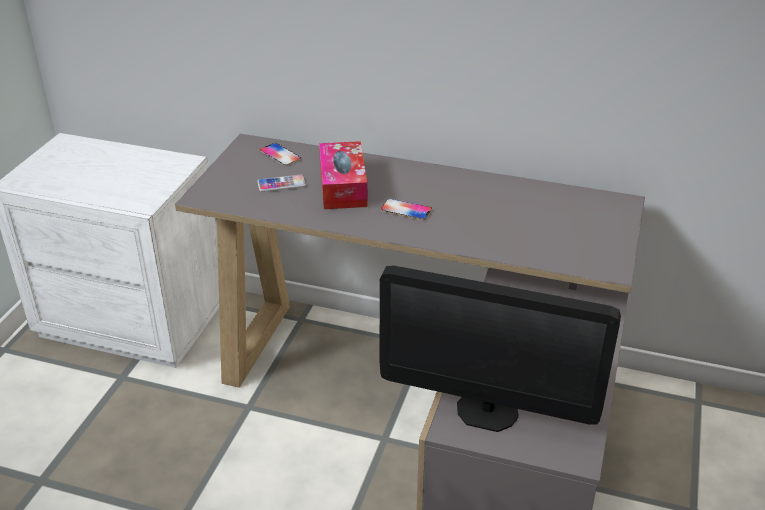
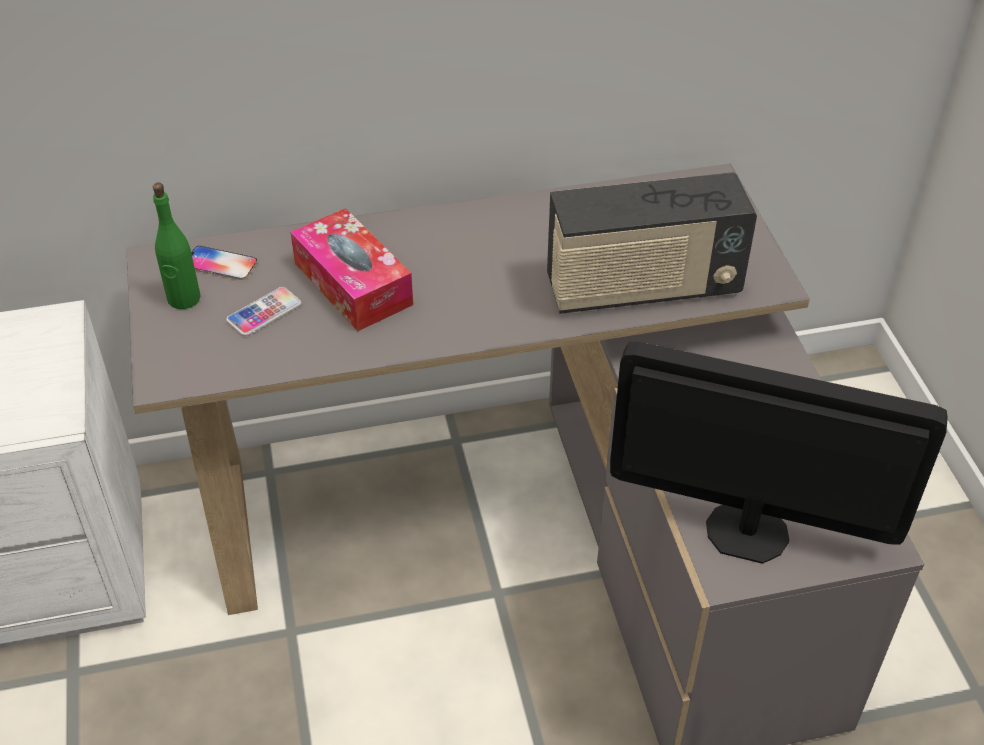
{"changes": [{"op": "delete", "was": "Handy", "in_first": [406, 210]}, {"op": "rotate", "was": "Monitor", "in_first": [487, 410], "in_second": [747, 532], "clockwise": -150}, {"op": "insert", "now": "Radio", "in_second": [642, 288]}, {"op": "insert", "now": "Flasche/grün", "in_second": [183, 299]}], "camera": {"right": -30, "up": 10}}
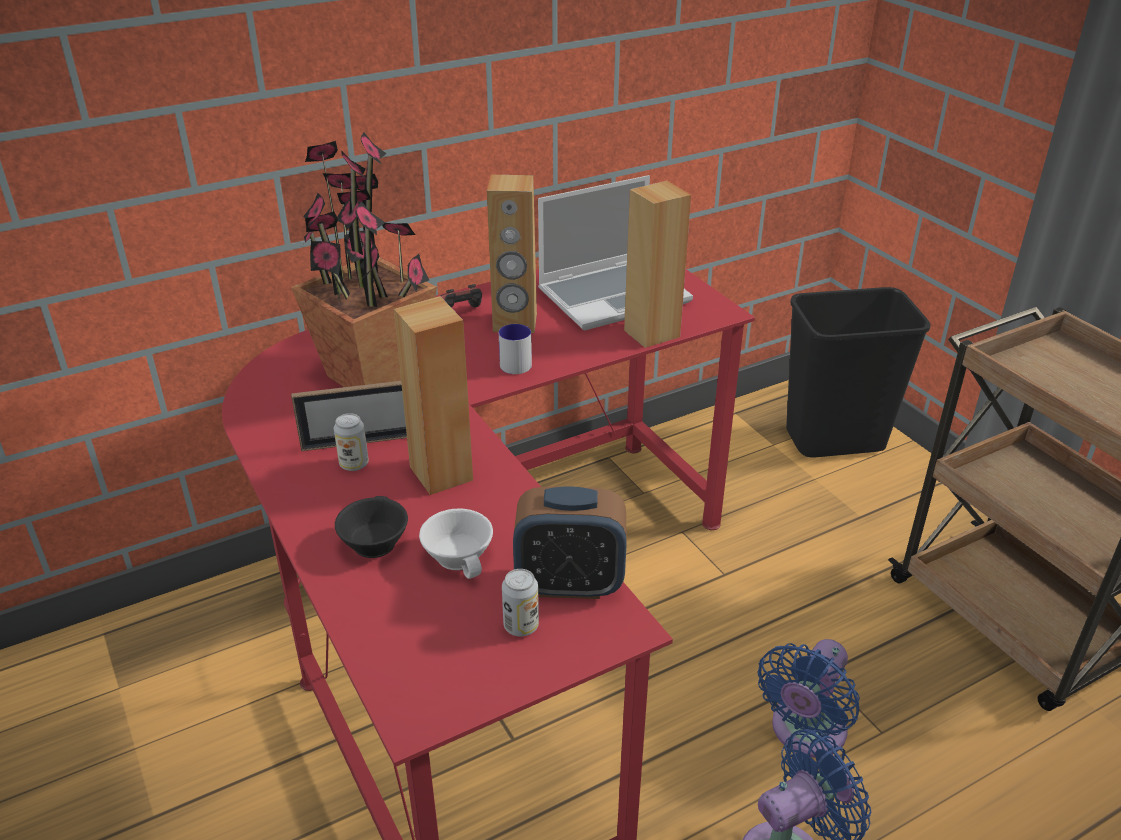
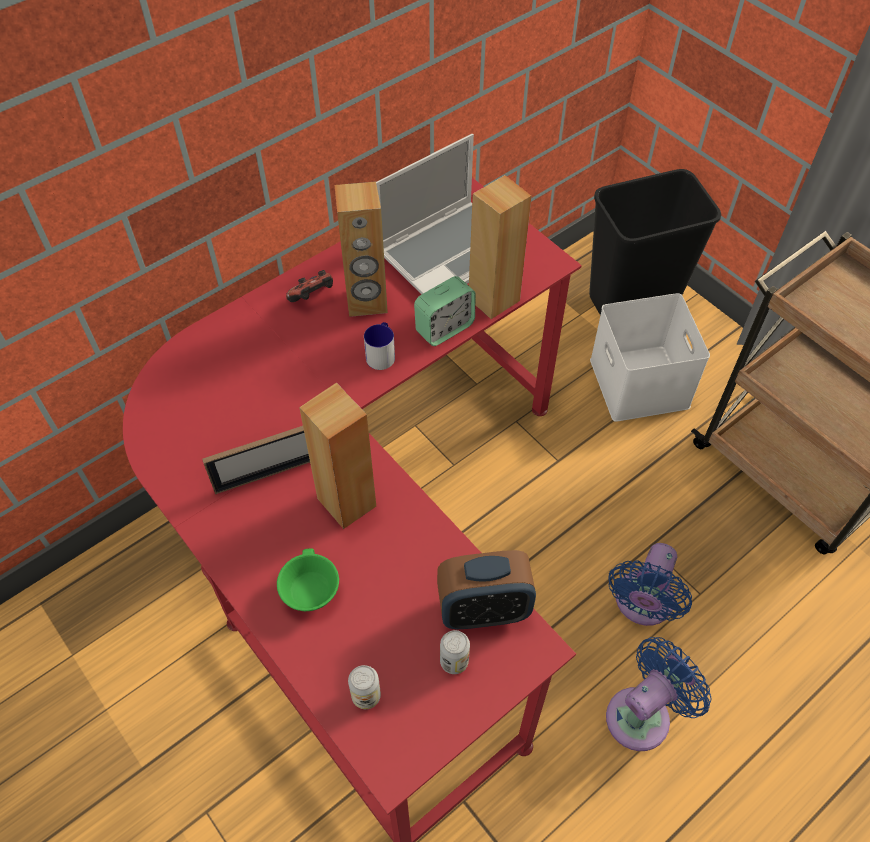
{"changes": [{"op": "delete", "was": "Topfpflanze", "in_first": [374, 377]}, {"op": "move", "was": "Dose", "in_first": [354, 464], "in_second": [366, 696]}, {"op": "recolor", "was": "Tasse/schwarz", "now": "Tasse/grün", "in_first": [372, 542], "in_second": [308, 590]}, {"op": "delete", "was": "Tasse/weiß", "in_first": [461, 556]}, {"op": "insert", "now": "Wecker", "in_second": [444, 328]}, {"op": "insert", "now": "Aufbewahrungsbox/weiß", "in_second": [641, 384]}], "camera": {"right": -10, "up": 20}}
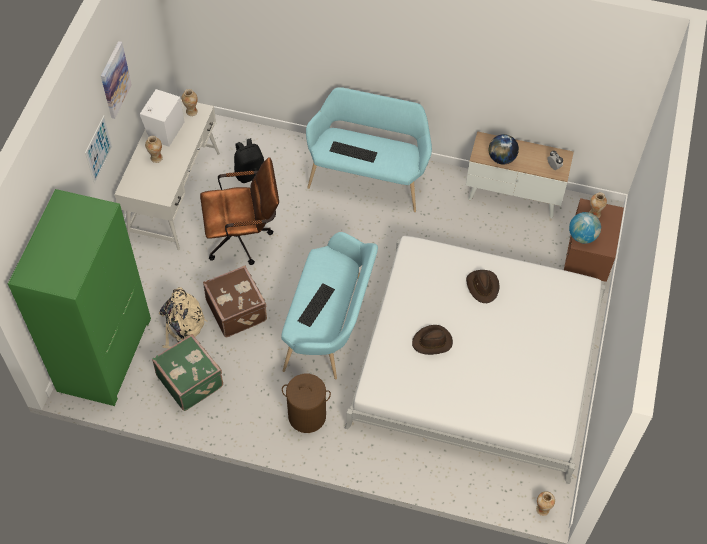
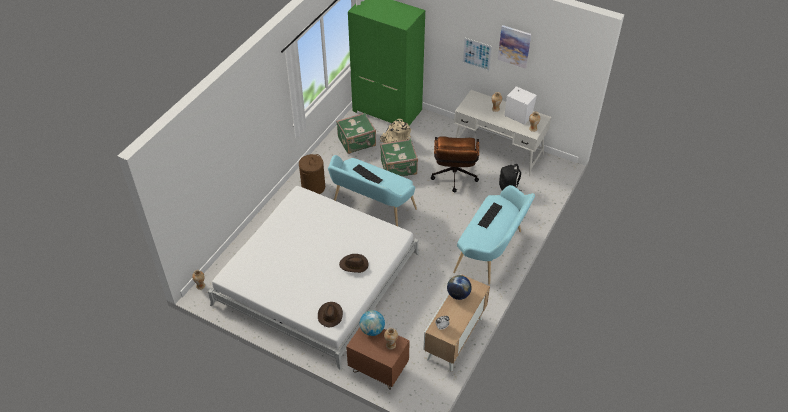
{"changes": [{"op": "recolor", "was": "Koffer/braun", "now": "Koffer/grün", "in_first": [237, 310], "in_second": [399, 168]}, {"op": "move", "was": "Hut/braun", "in_first": [432, 342], "in_second": [330, 315]}], "camera": {"right": 105, "up": -10}}
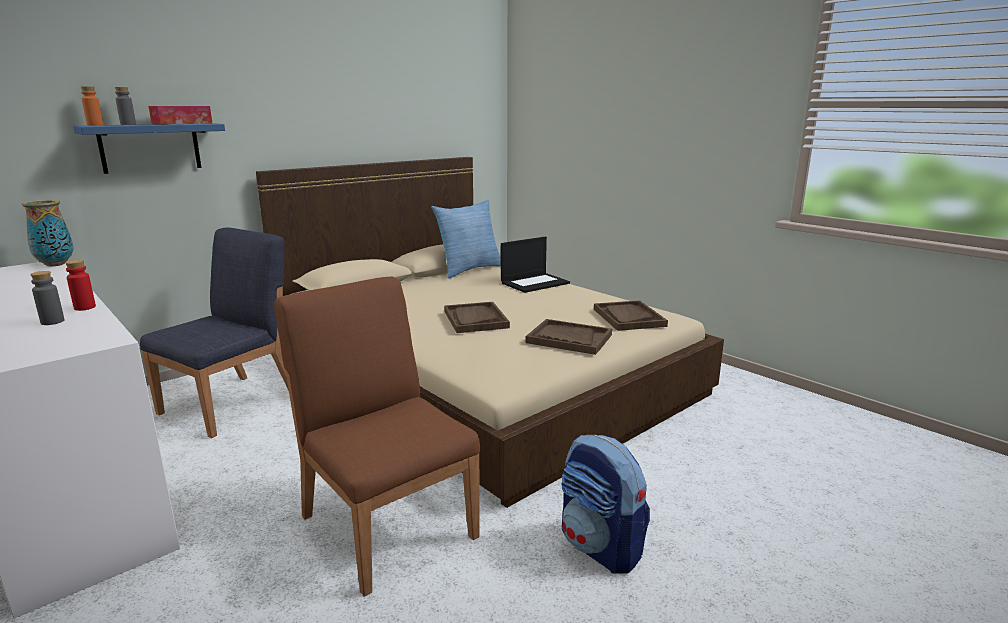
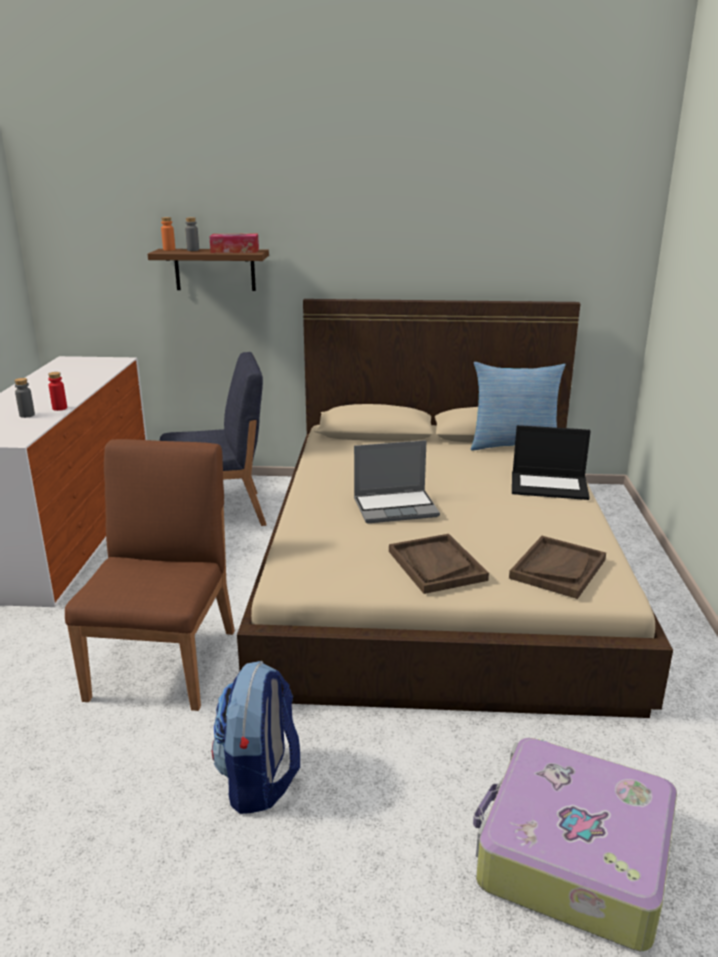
{"changes": [{"op": "recolor", "was": "Wandregal/blau", "now": "Wandregal/braun", "in_first": [150, 147], "in_second": [215, 269]}, {"op": "delete", "was": "Vase", "in_first": [56, 264]}, {"op": "replace", "was": "Tablett/braun", "now": "Laptop", "in_first": [475, 319], "in_second": [396, 507]}, {"op": "insert", "now": "Koffer", "in_second": [571, 856]}], "camera": {"right": 45, "up": 5}}
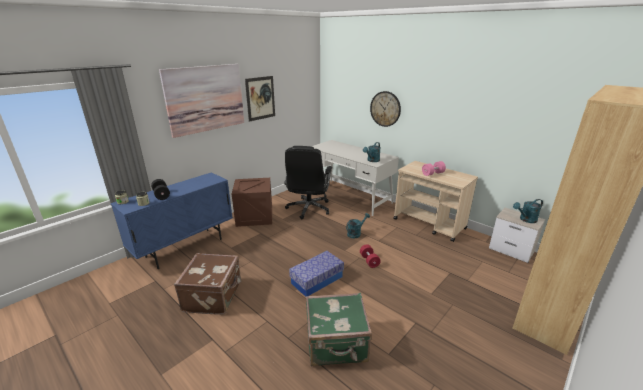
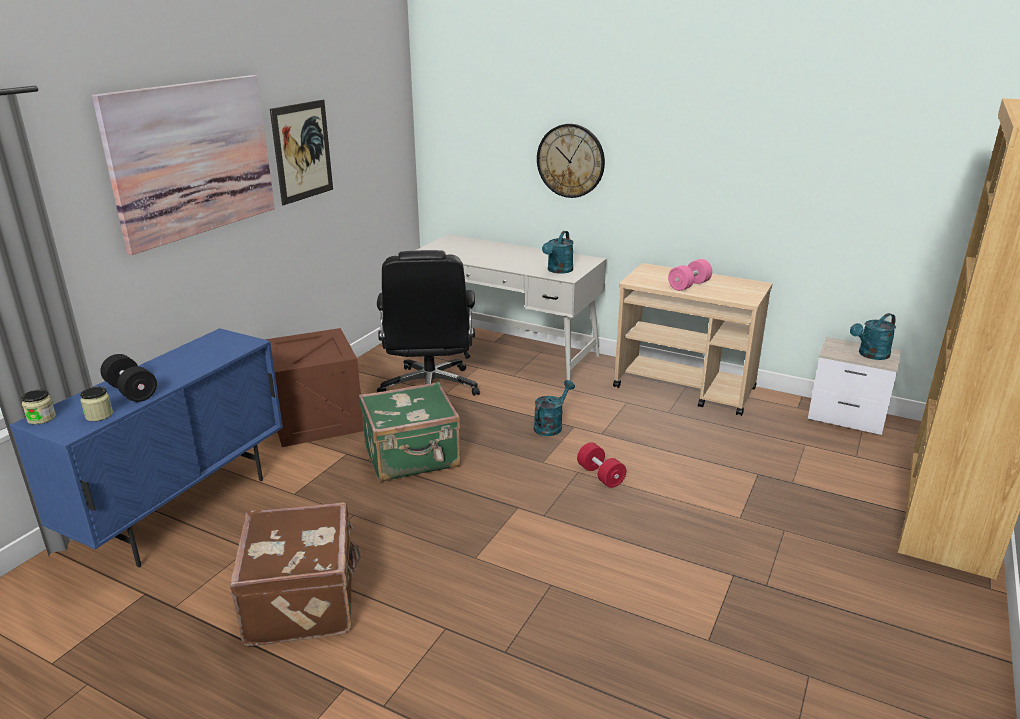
{"changes": [{"op": "delete", "was": "Aufbewahrungsbox", "in_first": [317, 280]}, {"op": "move", "was": "Koffer/grün", "in_first": [336, 344], "in_second": [412, 457]}], "camera": {"right": -15, "up": 0}}
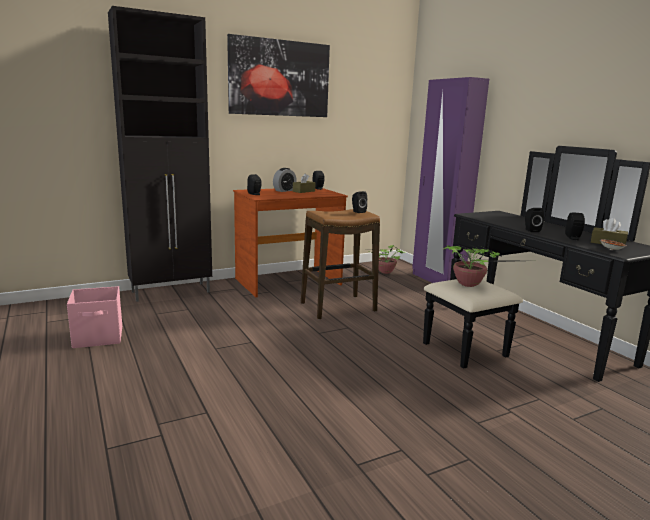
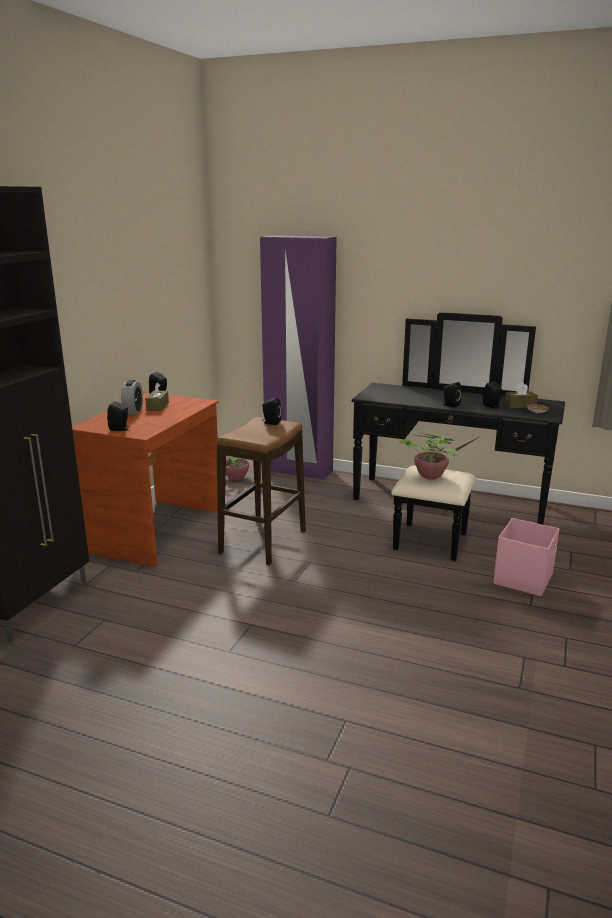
{"changes": [{"op": "delete", "was": "Bild", "in_first": [279, 78]}, {"op": "move", "was": "Aufbewahrungsbox/rosa", "in_first": [99, 337], "in_second": [524, 578]}], "camera": {"right": -40, "up": 5}}
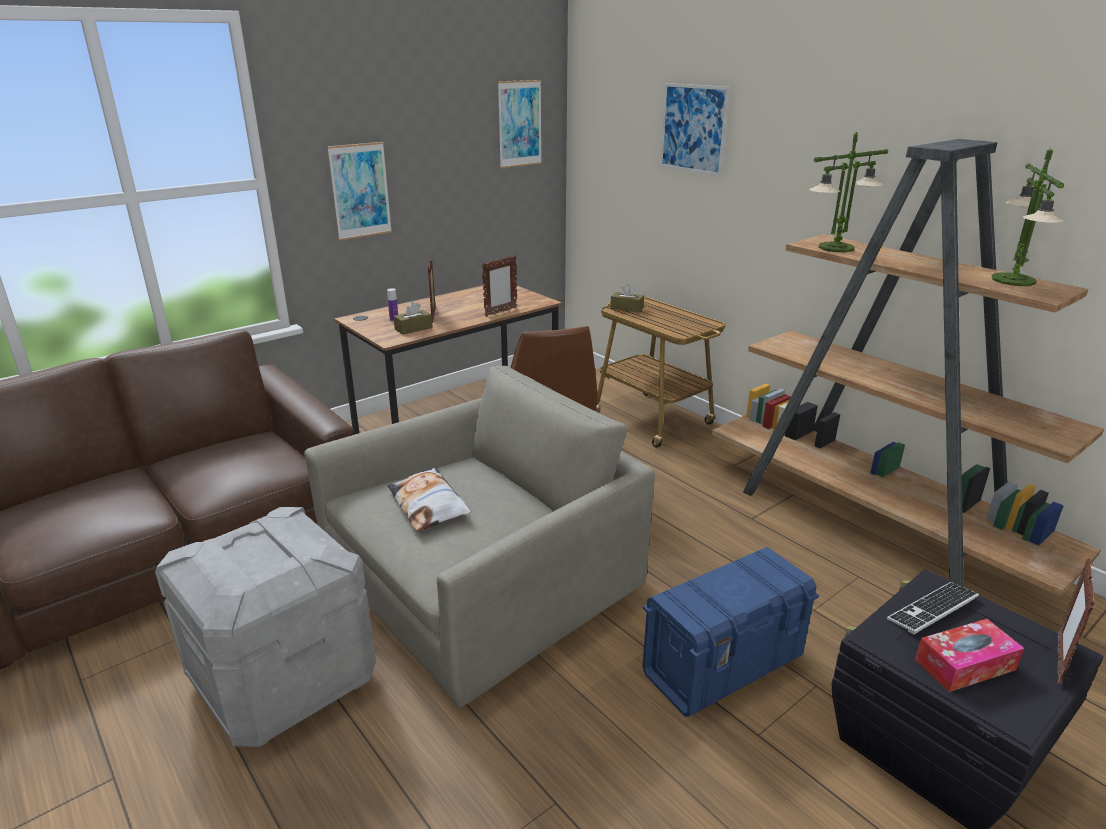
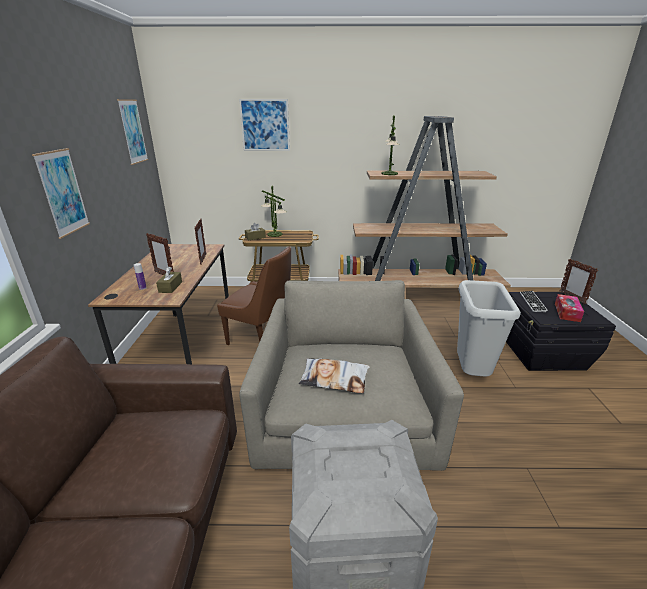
{"changes": [{"op": "move", "was": "Tischlampe", "in_first": [1013, 280], "in_second": [275, 234]}, {"op": "replace", "was": "Aufbewahrungsbox/blau", "now": "Mülleimer/grau", "in_first": [723, 665], "in_second": [470, 373]}], "camera": {"right": -50, "up": 0}}
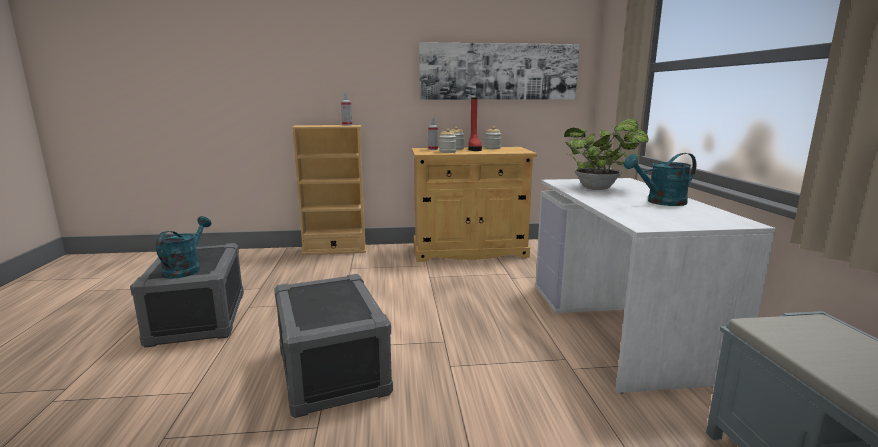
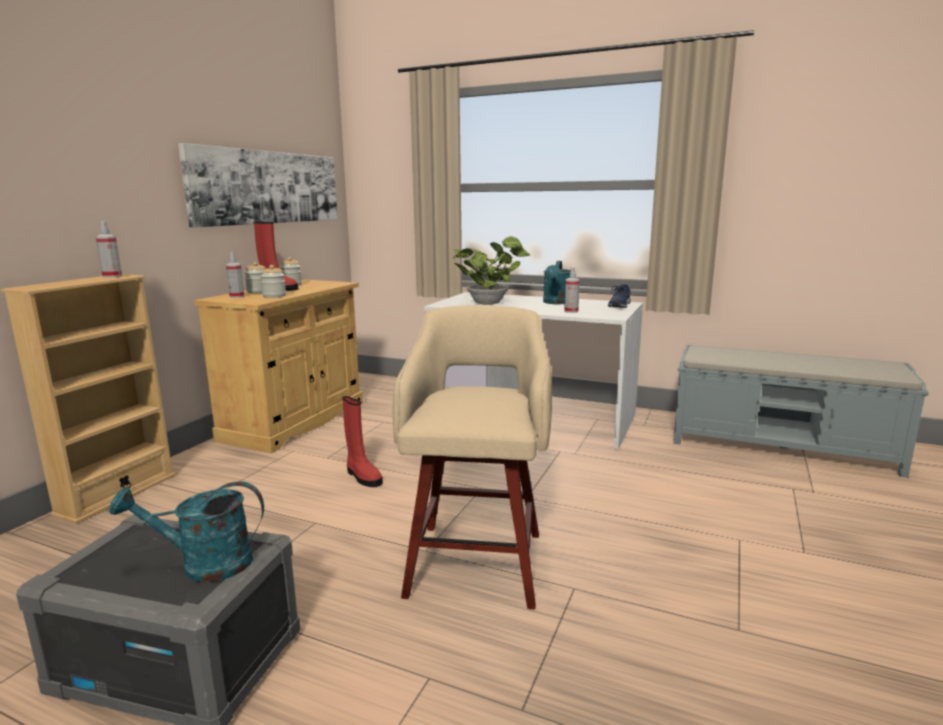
{"changes": [{"op": "rotate", "was": "Gießkanne/türkis", "in_first": [186, 269], "in_second": [204, 564], "clockwise": -45}, {"op": "replace", "was": "Aufbewahrungsbox/grau", "now": "Hocker/beige", "in_first": [333, 371], "in_second": [477, 560]}, {"op": "insert", "now": "Sprühflasche", "in_second": [571, 311]}, {"op": "insert", "now": "Schuh/blau", "in_second": [619, 305]}, {"op": "insert", "now": "Stiefel/rot", "in_second": [362, 477]}], "camera": {"right": -60, "up": 0}}
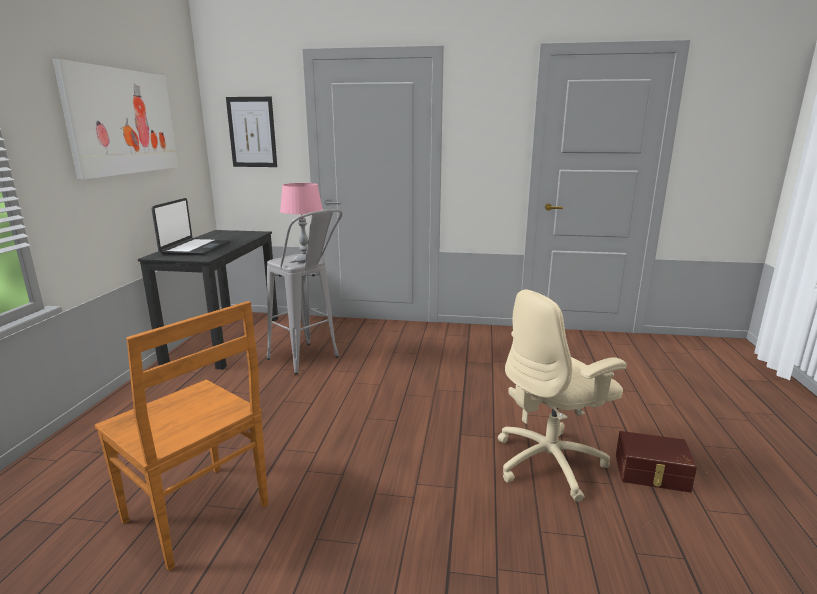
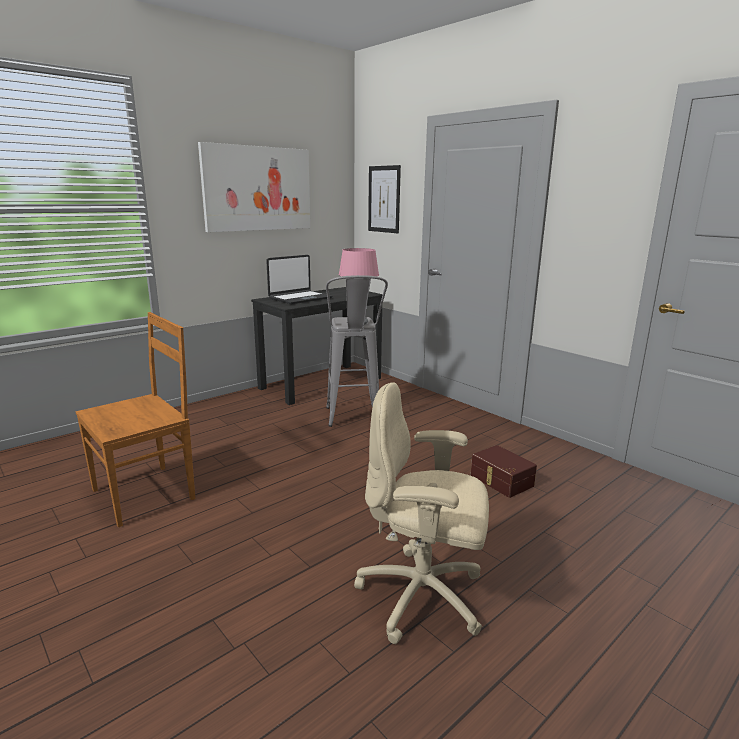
{"changes": [{"op": "rotate", "was": "Stuhl/braun", "in_first": [198, 515], "in_second": [147, 493], "clockwise": -120}, {"op": "move", "was": "Aufbewahrungsbox/braun", "in_first": [652, 473], "in_second": [500, 481]}], "camera": {"right": 40, "up": 0}}
